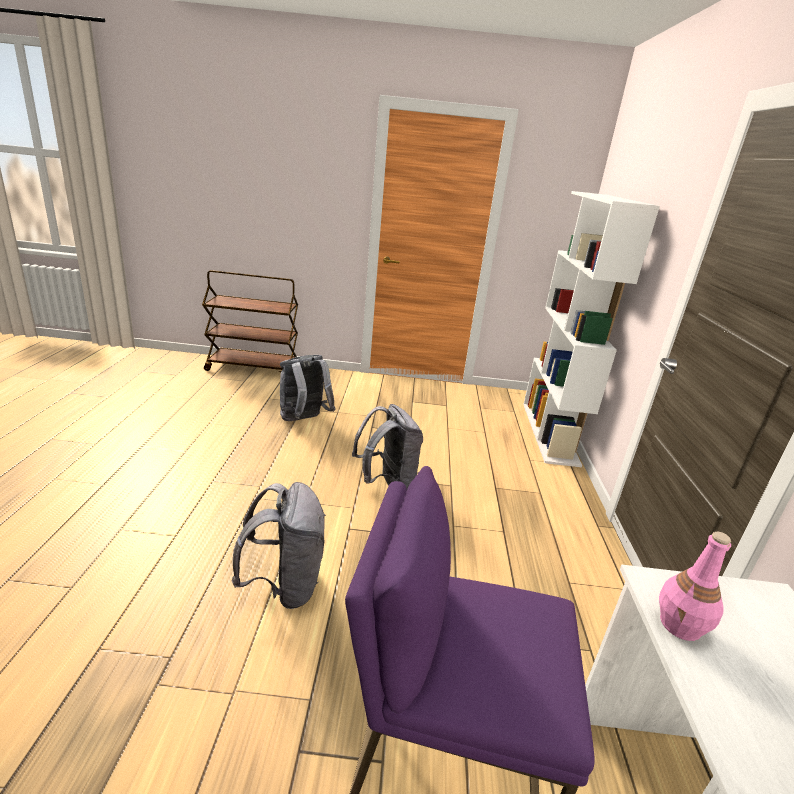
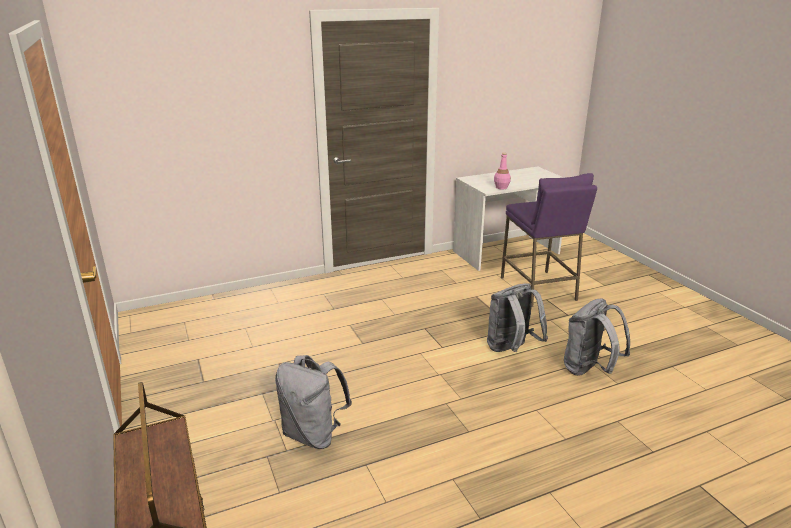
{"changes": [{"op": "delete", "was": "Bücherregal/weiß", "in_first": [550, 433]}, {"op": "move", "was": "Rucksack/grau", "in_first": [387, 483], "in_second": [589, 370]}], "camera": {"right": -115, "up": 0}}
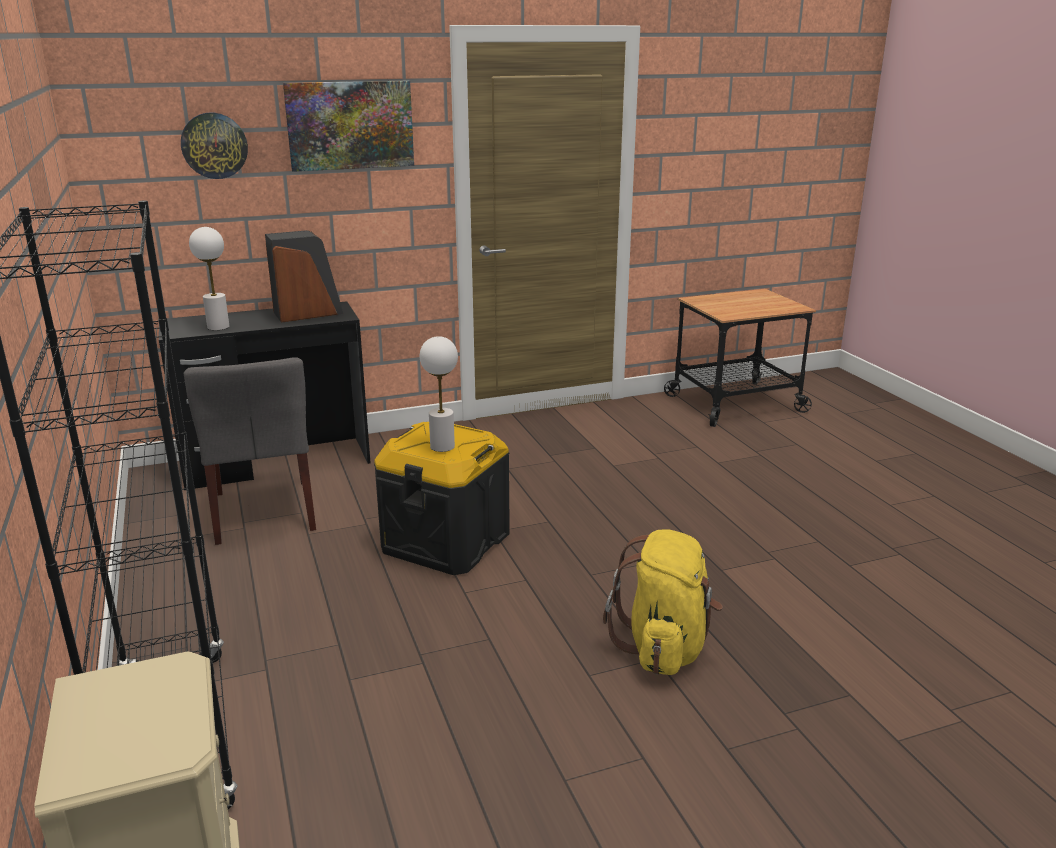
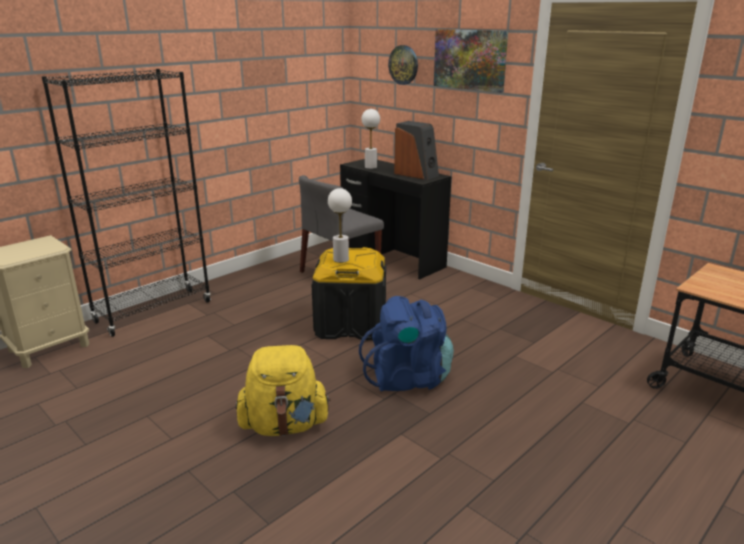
{"changes": [{"op": "insert", "now": "Rucksack/blau", "in_second": [408, 378]}], "camera": {"right": 65, "up": 0}}
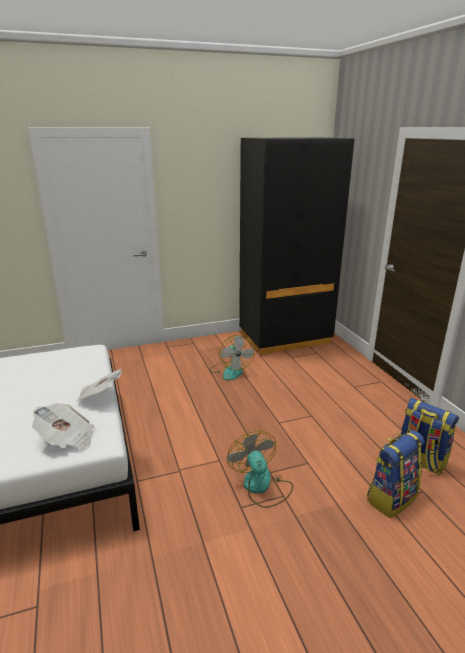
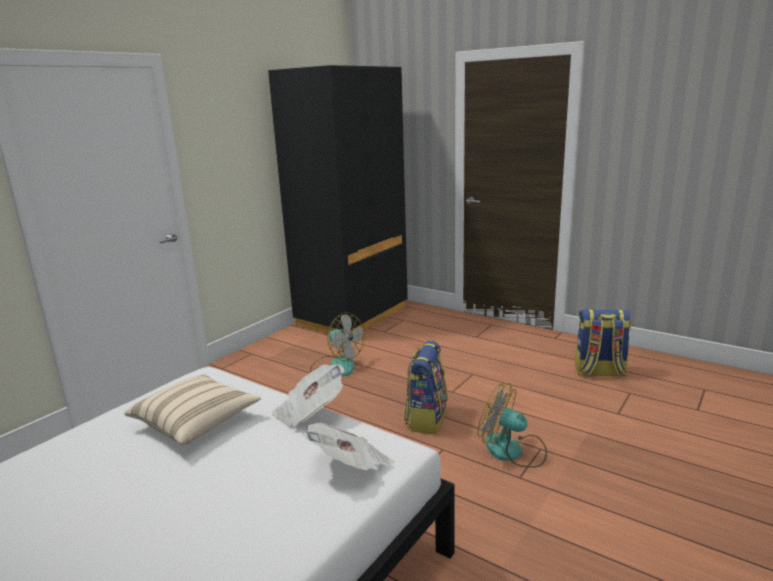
{"changes": [{"op": "move", "was": "Rucksack", "in_first": [391, 498], "in_second": [426, 419]}, {"op": "insert", "now": "Kissen/beige", "in_second": [196, 423]}], "camera": {"right": -35, "up": -5}}
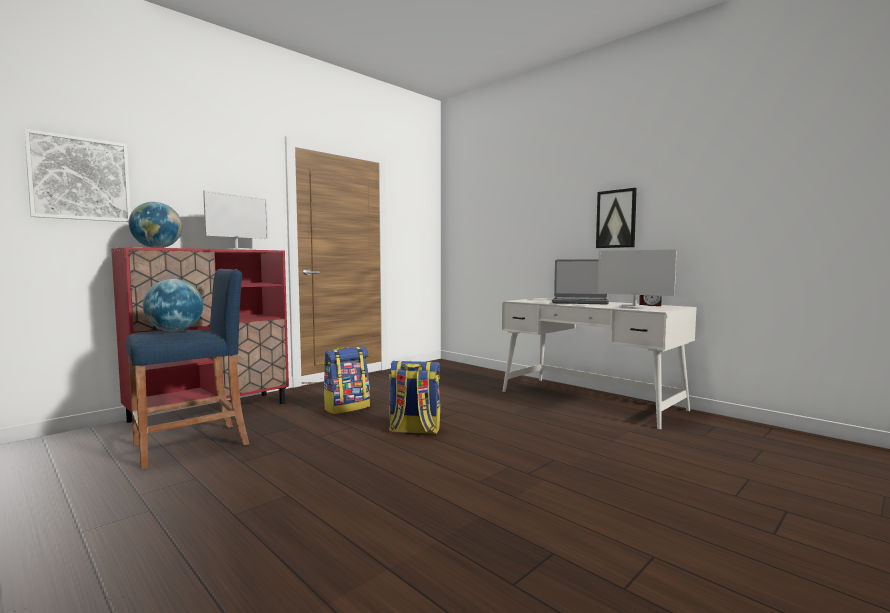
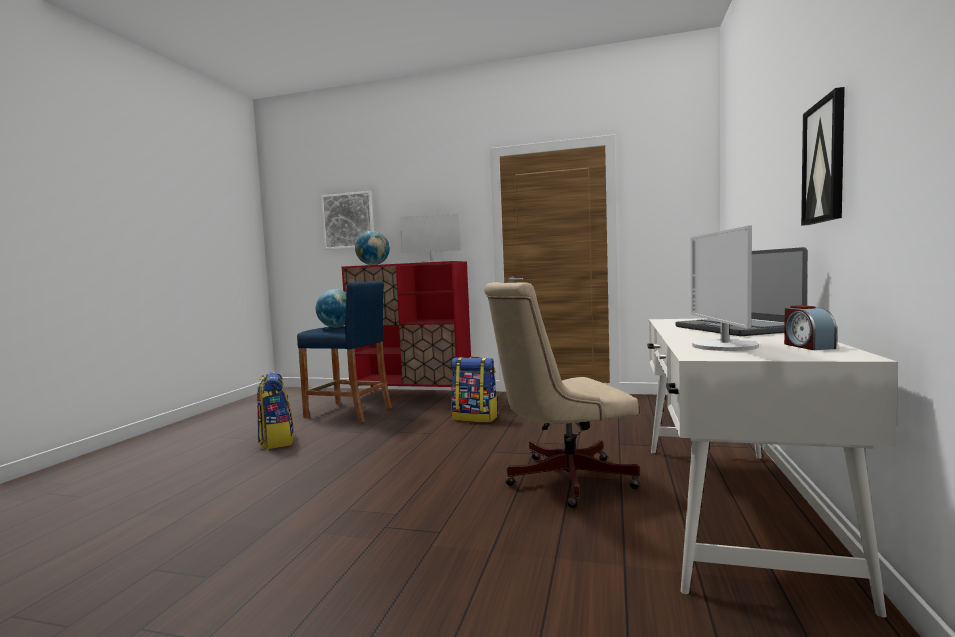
{"changes": [{"op": "move", "was": "Rucksack", "in_first": [414, 430], "in_second": [276, 441]}, {"op": "insert", "now": "Bürostuhl/beige", "in_second": [560, 479]}], "camera": {"right": 60, "up": 0}}
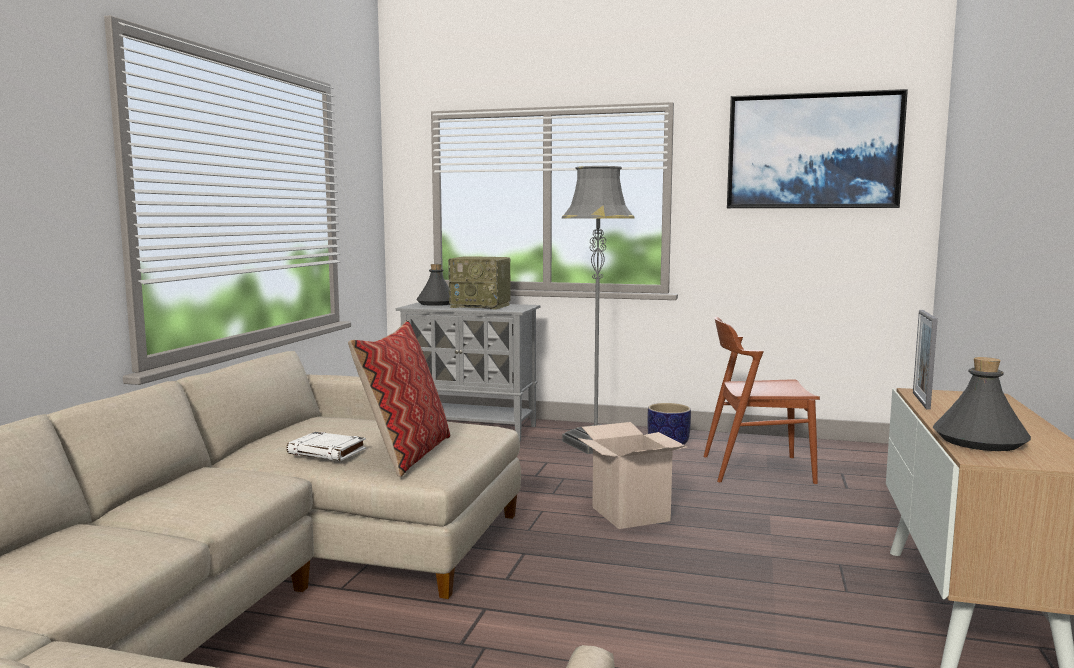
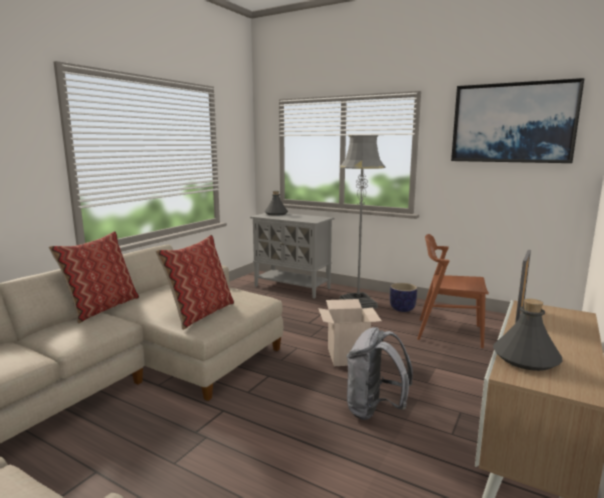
{"changes": [{"op": "delete", "was": "Radio", "in_first": [481, 306]}, {"op": "delete", "was": "Buch/weiß", "in_first": [328, 451]}, {"op": "insert", "now": "Kissen", "in_second": [102, 308]}, {"op": "insert", "now": "Rucksack/grau", "in_second": [374, 410]}], "camera": {"right": 15, "up": 5}}
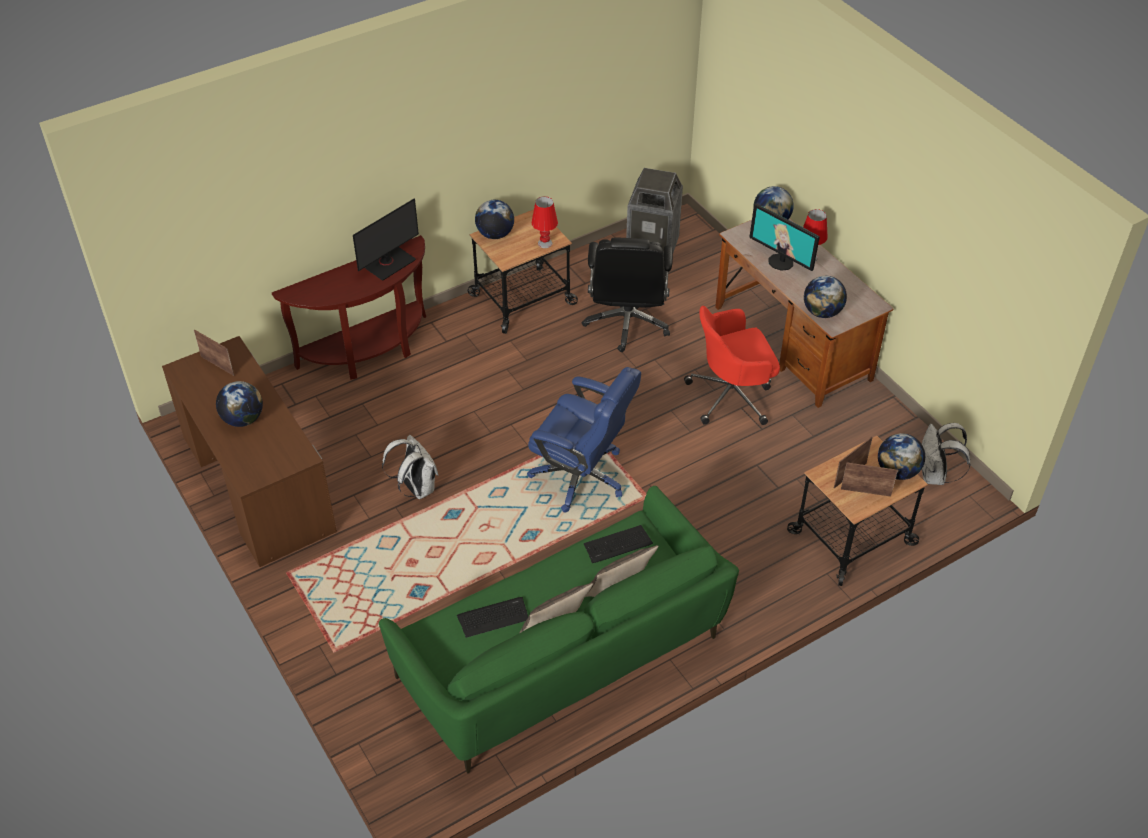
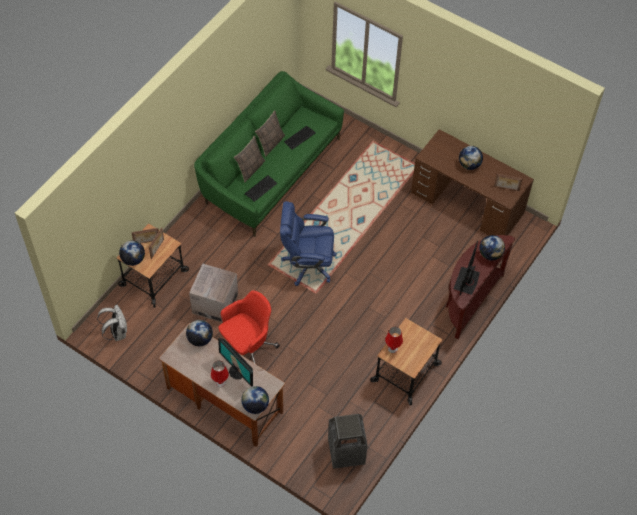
{"changes": [{"op": "move", "was": "Globus", "in_first": [495, 234], "in_second": [490, 254]}, {"op": "rotate", "was": "Monitor", "in_first": [781, 262], "in_second": [237, 371], "clockwise": -150}, {"op": "delete", "was": "Bürostuhl/schwarz", "in_first": [627, 323]}, {"op": "delete", "was": "Rucksack/weiß", "in_first": [416, 488]}, {"op": "insert", "now": "Karton", "in_second": [215, 303]}], "camera": {"right": 155, "up": 10}}
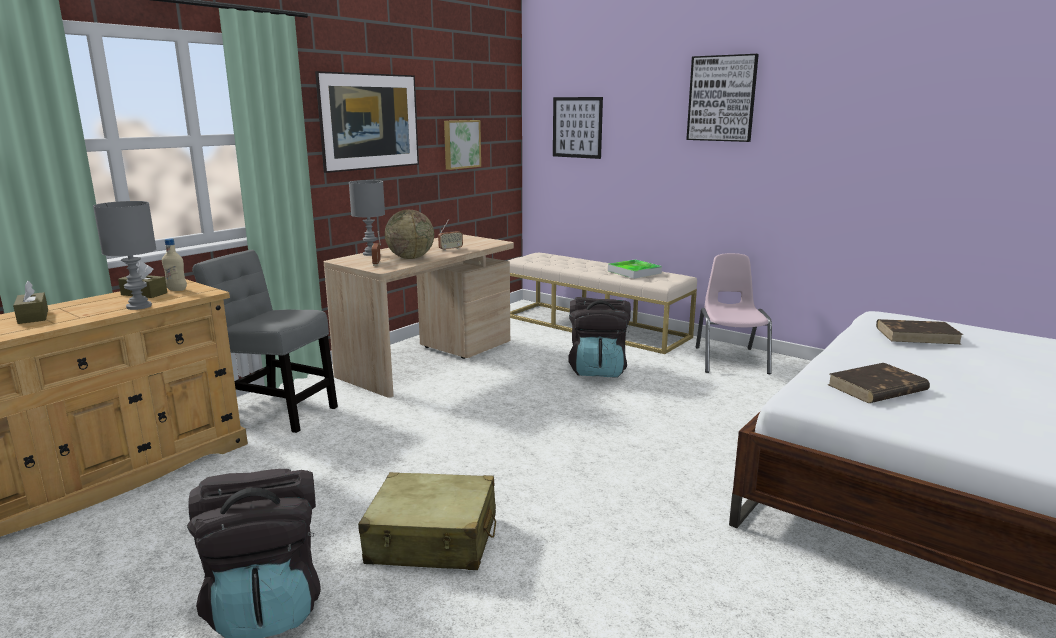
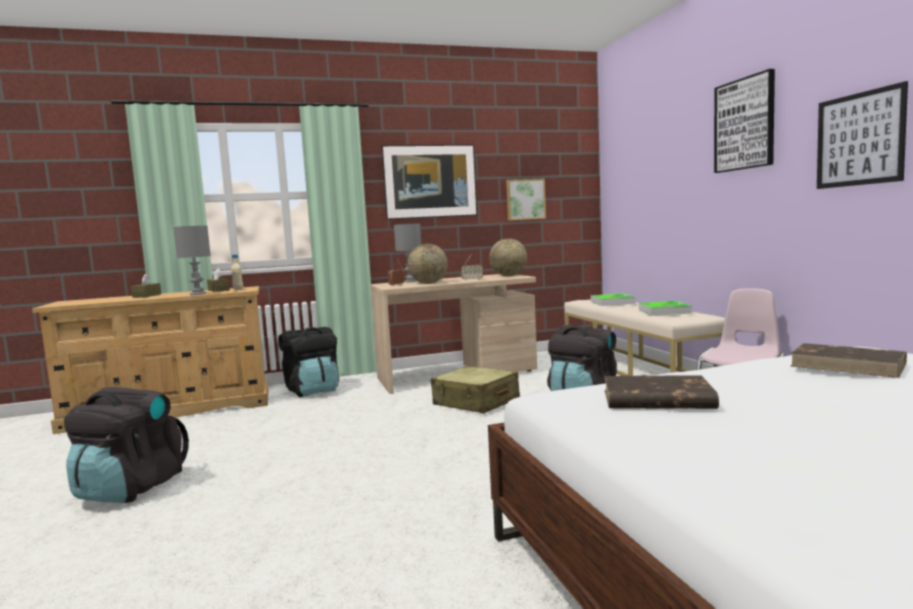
{"changes": [{"op": "move", "was": "Bild", "in_first": [577, 127], "in_second": [859, 139]}, {"op": "replace", "was": "Stuhl/grau", "now": "Rucksack/schwarz", "in_first": [276, 411], "in_second": [312, 391]}, {"op": "move", "was": "Koffer/beige", "in_first": [433, 539], "in_second": [476, 402]}, {"op": "insert", "now": "Globus", "in_second": [508, 276]}, {"op": "insert", "now": "Tablett", "in_second": [612, 302]}], "camera": {"right": 35, "up": -10}}
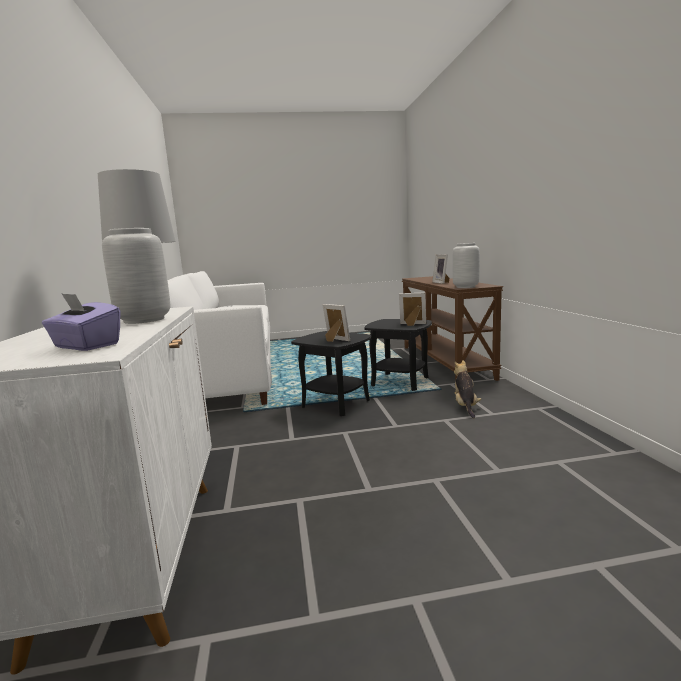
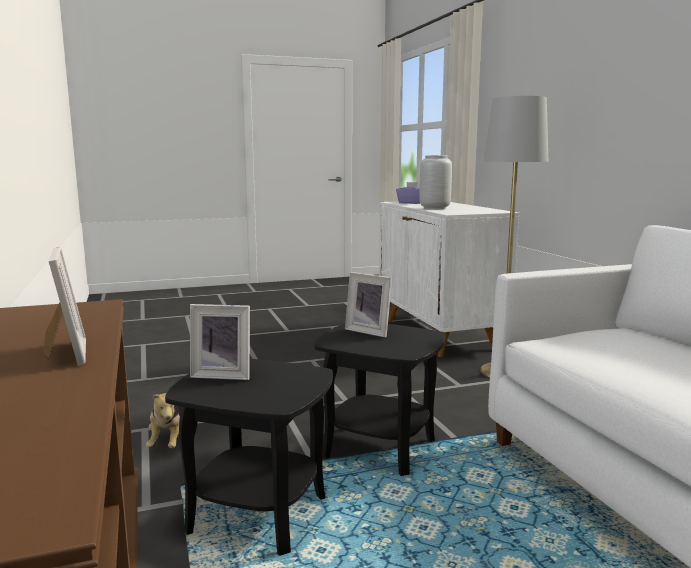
{"changes": [{"op": "delete", "was": "Vase/grau", "in_first": [466, 287]}], "camera": {"right": 170, "up": 0}}
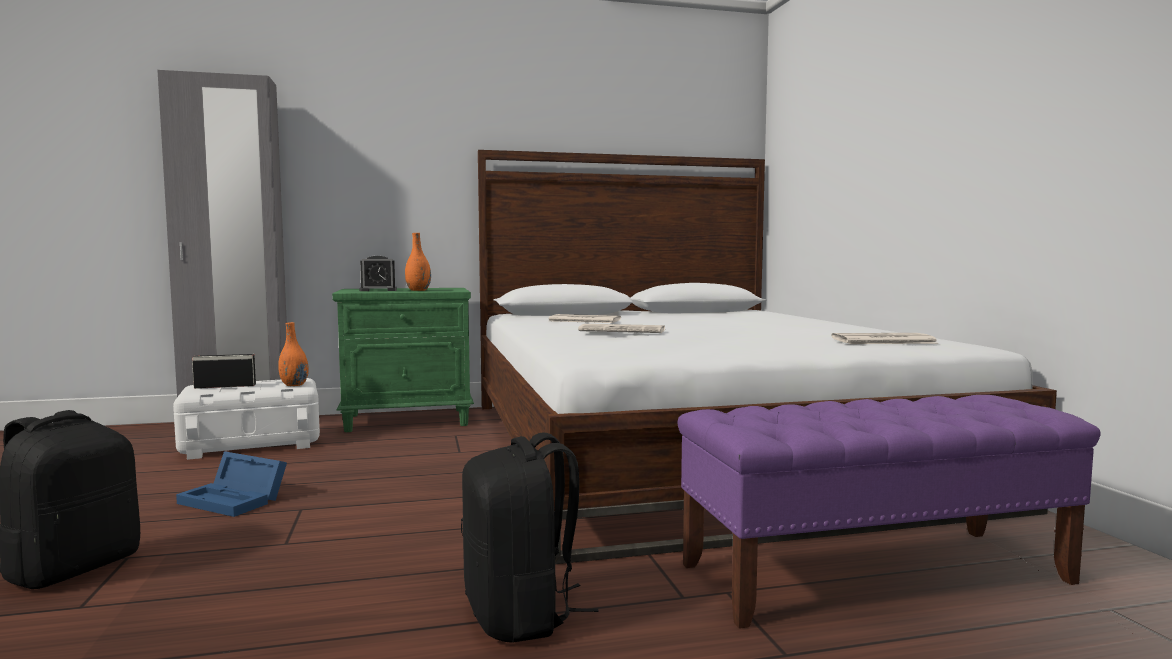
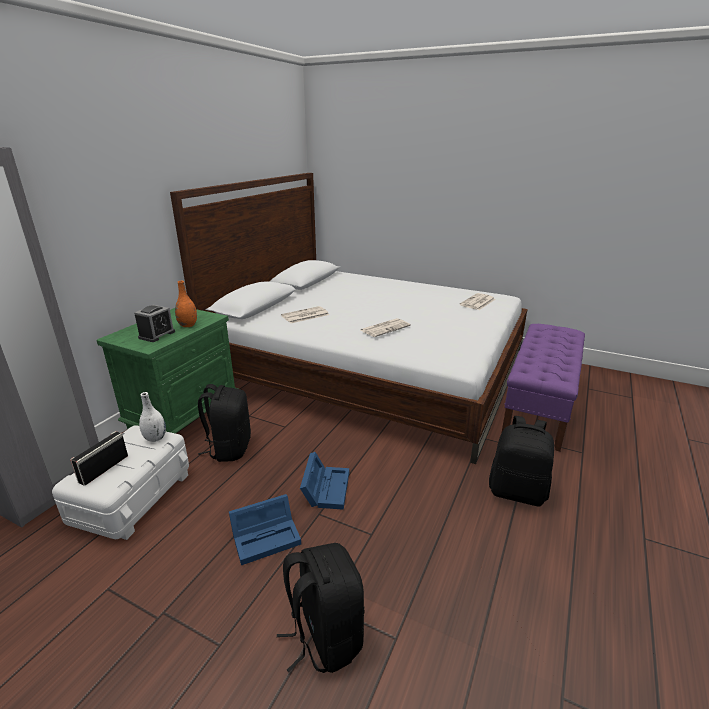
{"changes": [{"op": "recolor", "was": "Vase/orange", "now": "Vase/weiß", "in_first": [294, 385], "in_second": [155, 438]}, {"op": "insert", "now": "Rucksack/schwarz", "in_second": [229, 448]}, {"op": "insert", "now": "Aufbewahrungsbox/blau", "in_second": [326, 487]}], "camera": {"right": -50, "up": 20}}
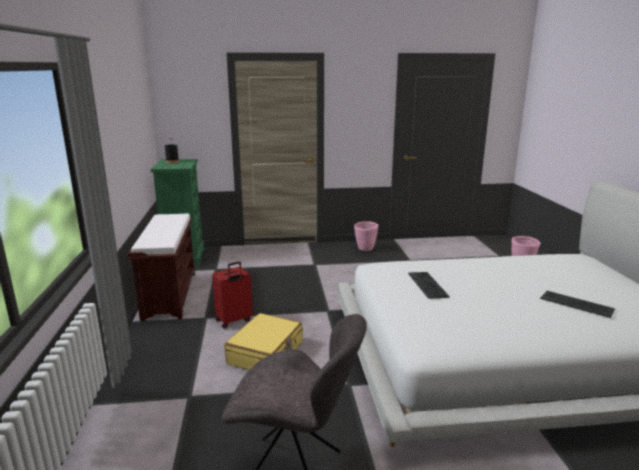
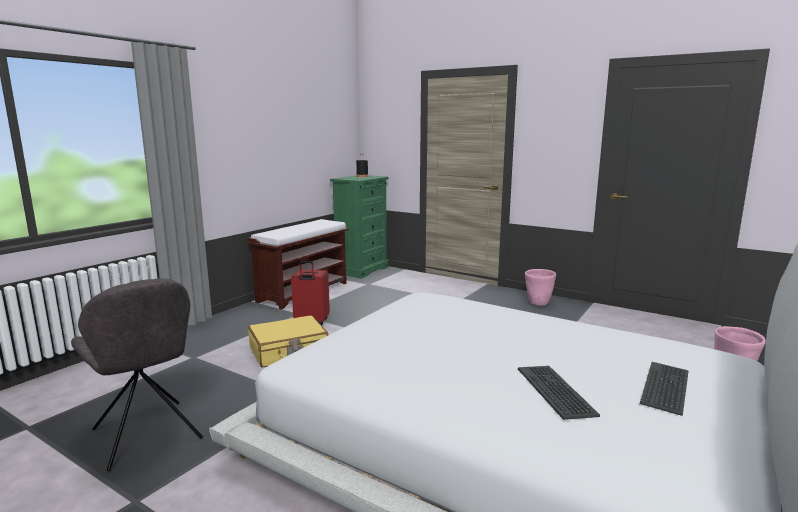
{"changes": [{"op": "move", "was": "Tastatur", "in_first": [428, 285], "in_second": [666, 388]}], "camera": {"right": 40, "up": -5}}
